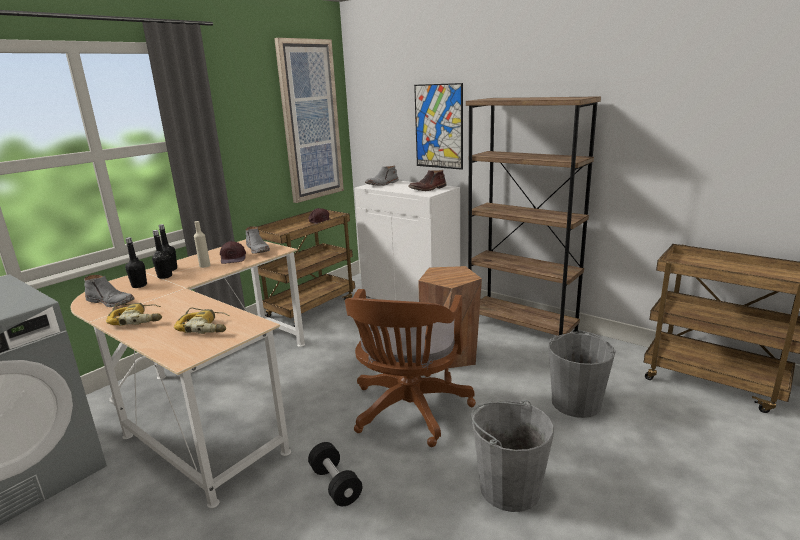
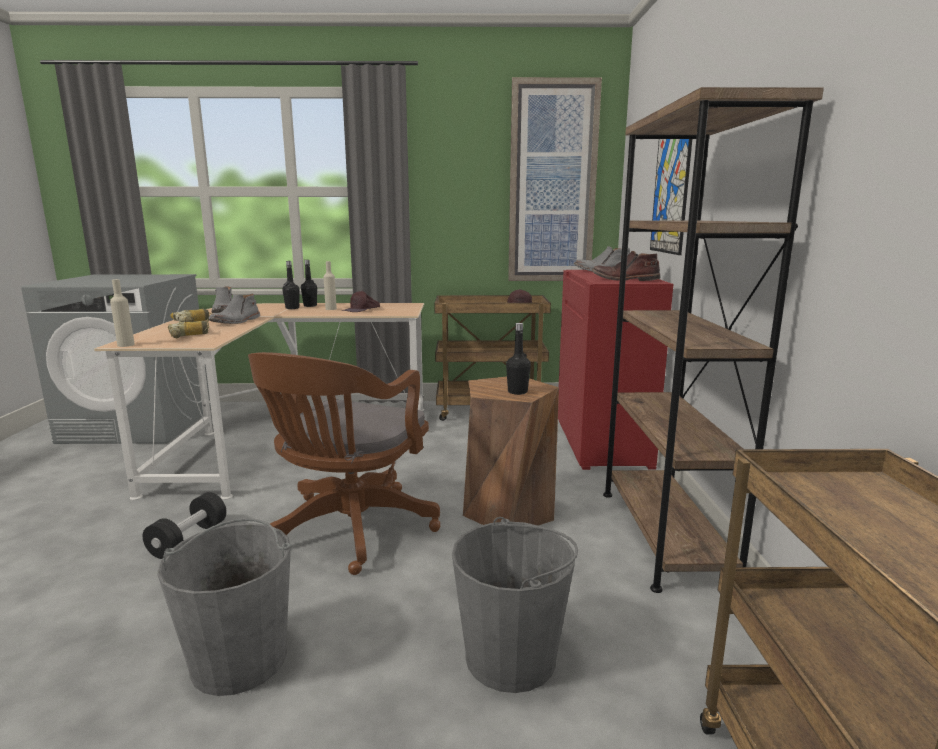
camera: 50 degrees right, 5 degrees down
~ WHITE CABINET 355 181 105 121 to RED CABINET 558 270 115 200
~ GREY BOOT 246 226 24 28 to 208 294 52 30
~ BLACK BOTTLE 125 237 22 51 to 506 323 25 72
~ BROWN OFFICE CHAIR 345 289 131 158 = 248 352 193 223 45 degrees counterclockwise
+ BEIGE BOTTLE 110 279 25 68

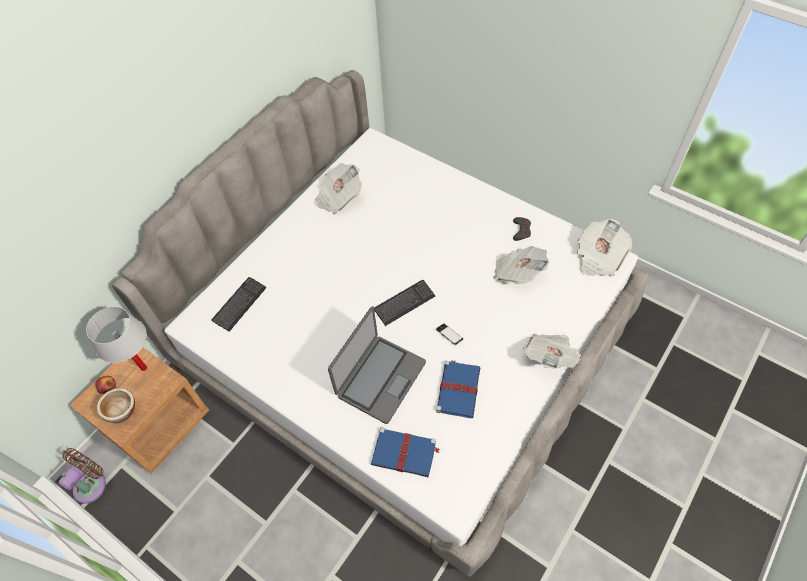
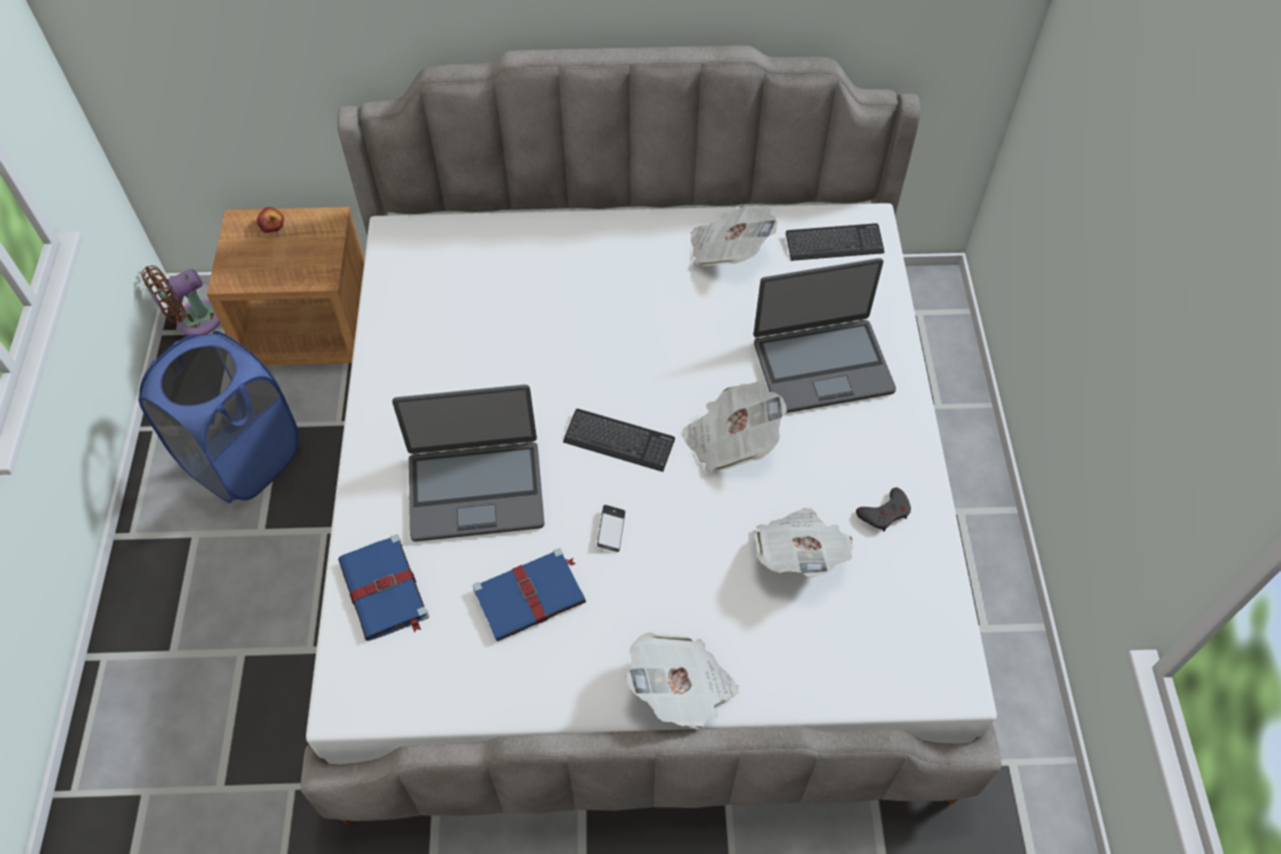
camera: 50 degrees right, 0 degrees up
~ NEWSPAPER 577 219 55 58 to 682 381 105 91
~ KEYBOARD 212 277 55 55 to 786 223 98 38
- WHITE TABLE LAMP 86 306 61 65
- BOWL 97 388 38 35
~ BROWN FAN 59 448 47 56 = 141 266 79 70 150 degrees clockwise
+ LAPTOP 753 258 143 155
+ BLUE LAUNDRY BASKET 138 331 161 172

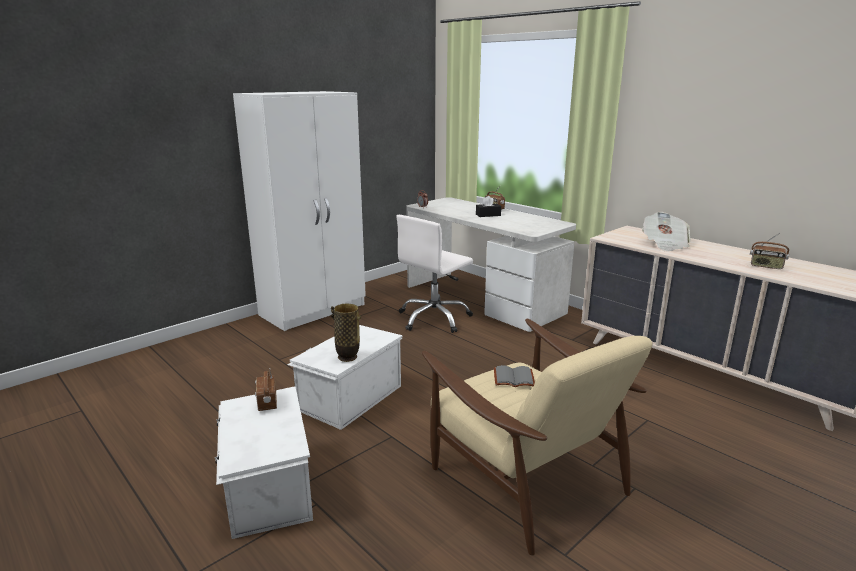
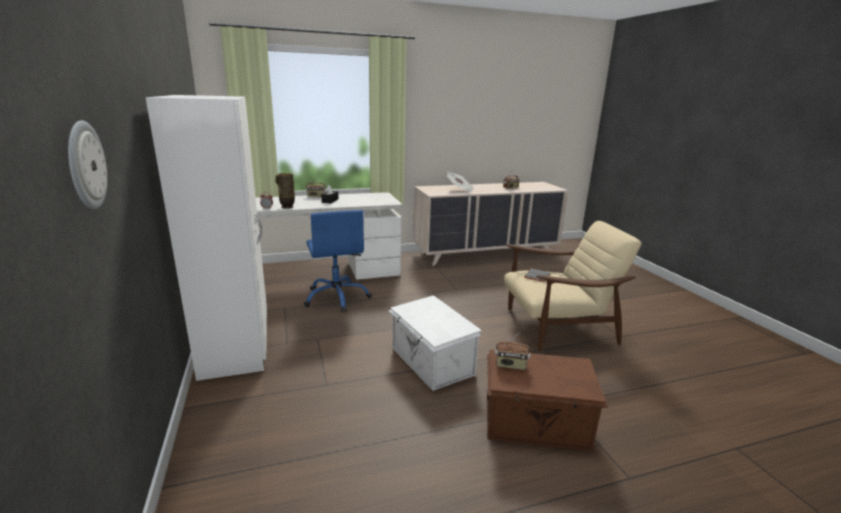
camera: 65 degrees left, 0 degrees up
~ WHITE OFFICE CHAIR 396 215 77 118 to BLUE OFFICE CHAIR 304 210 68 102
~ VASE 331 304 30 58 to 275 173 20 36
~ WHITE STORAGE BOX 215 387 98 152 to BROWN STORAGE BOX 487 350 121 101
+ WALL CLOCK 68 120 39 89

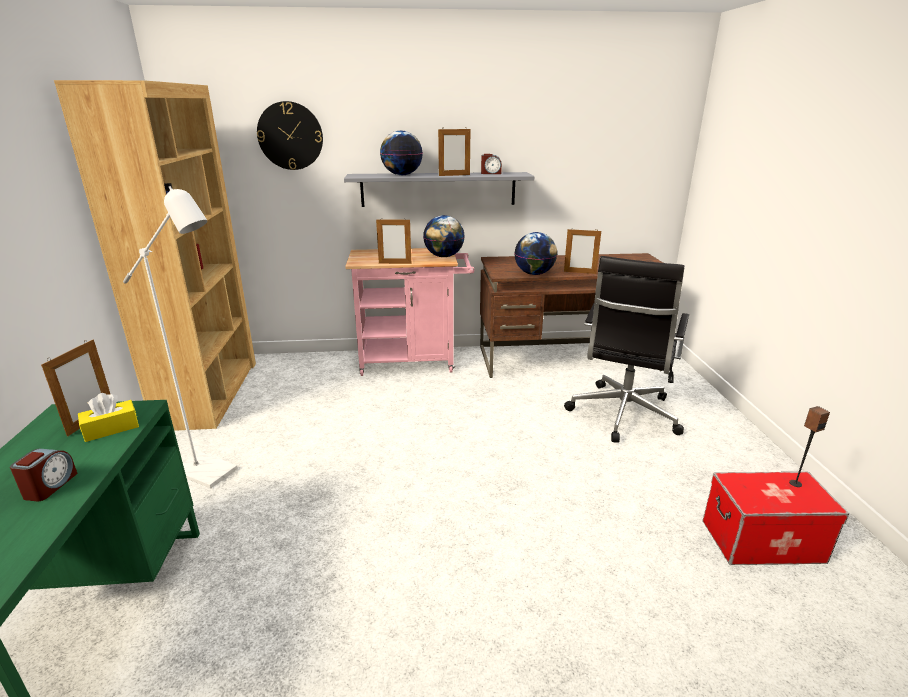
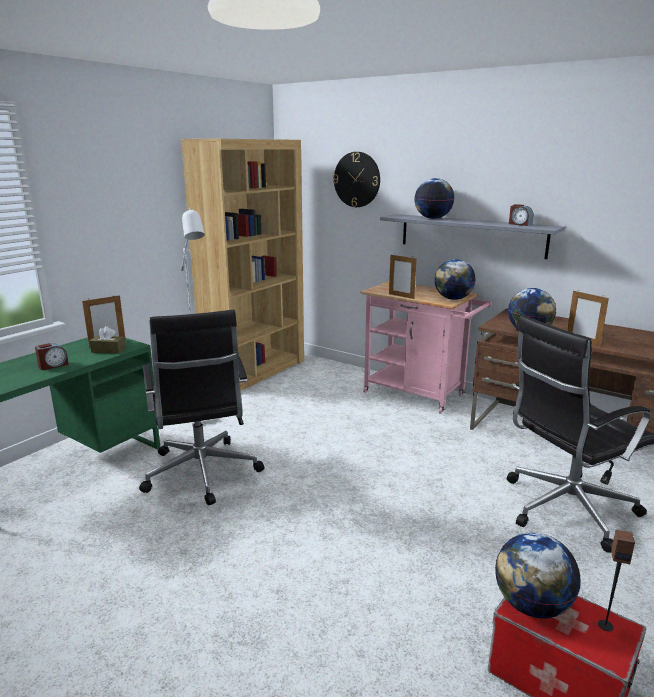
camera: 40 degrees right, 5 degrees down
- PICTURE FRAME 438 127 32 49
~ YELLOW TISSUE BOX 78 393 61 49 to BROWN TISSUE BOX 89 326 37 28
+ BLACK OFFICE CHAIR 139 310 126 195
+ GLOBE 495 532 86 86

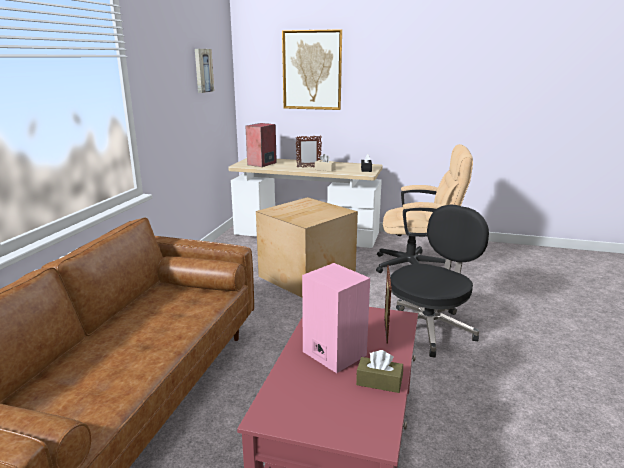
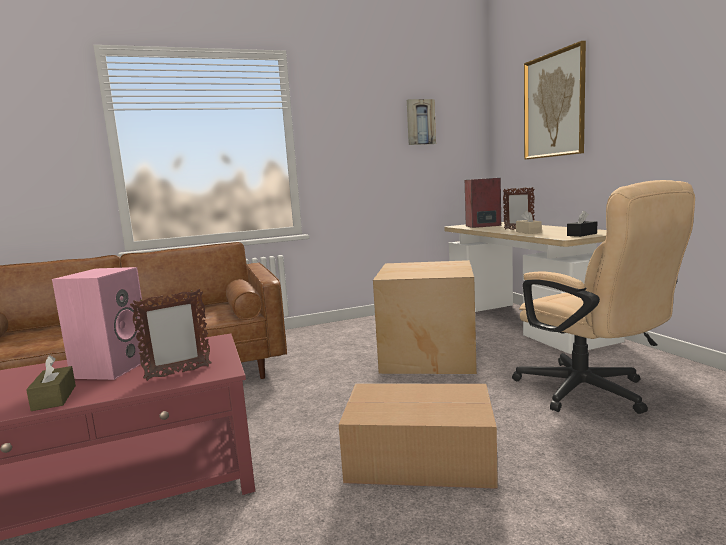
camera: 55 degrees right, 10 degrees down
~ BLACK OFFICE CHAIR 390 204 99 154 to CARDBOARD BOX 339 384 159 105

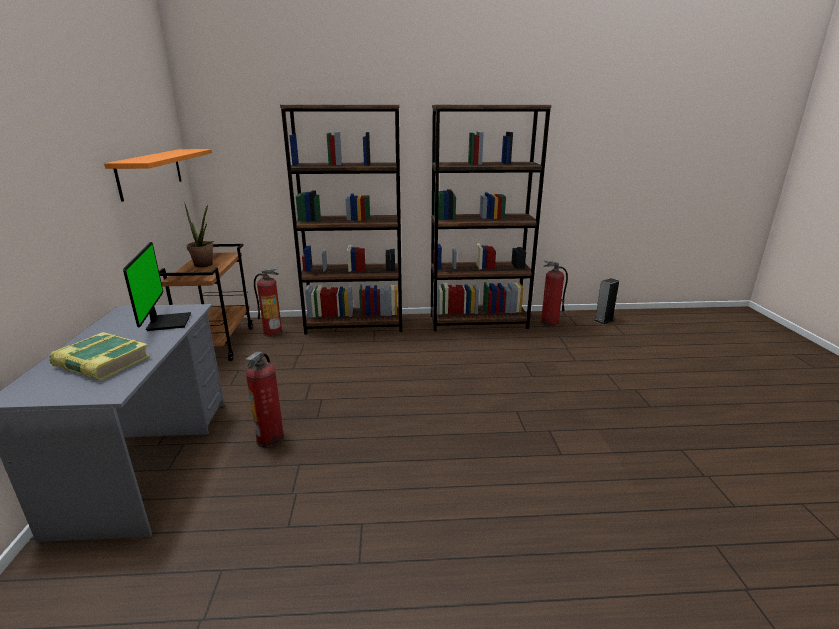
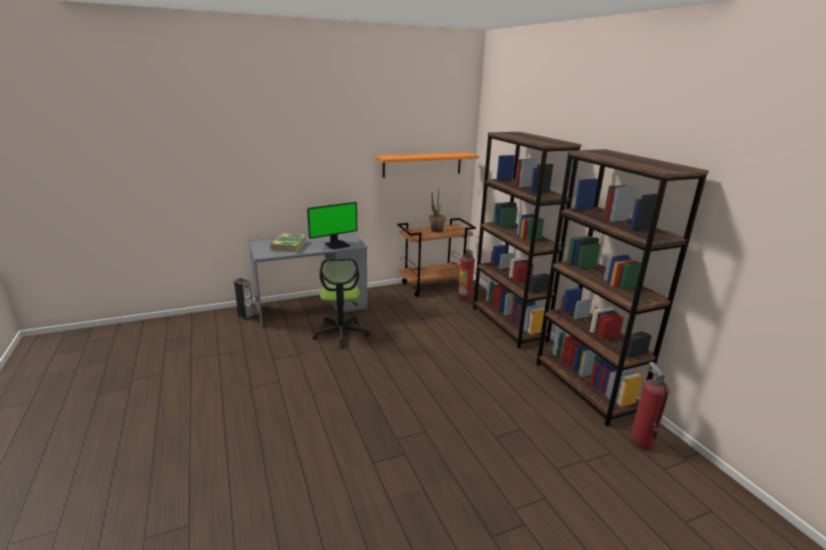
camera: 70 degrees right, 0 degrees up
~ SPEAKER 594 278 25 47 to 234 278 21 42
~ FIRE EXTINGUISHER 245 351 39 97 to OFFICE CHAIR 312 259 59 89

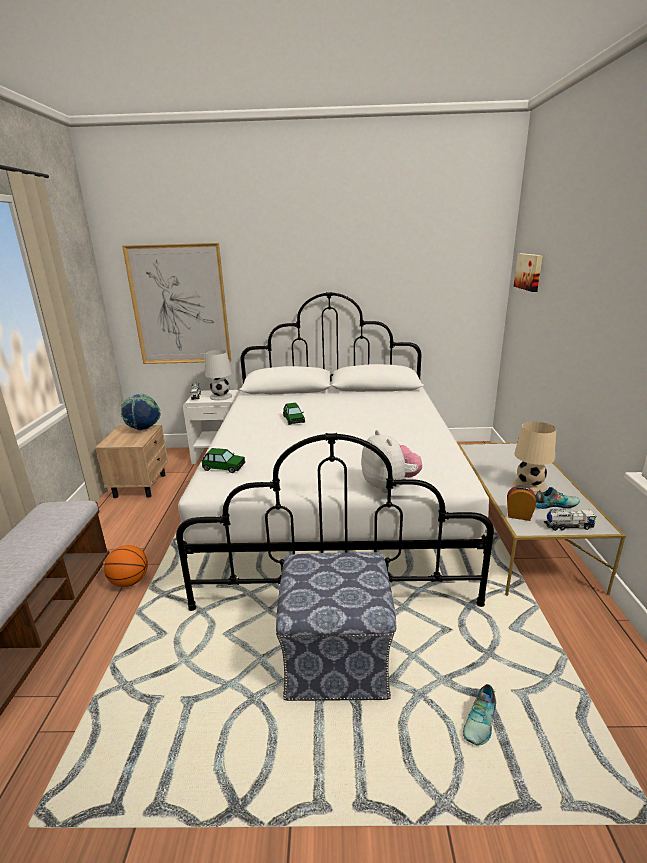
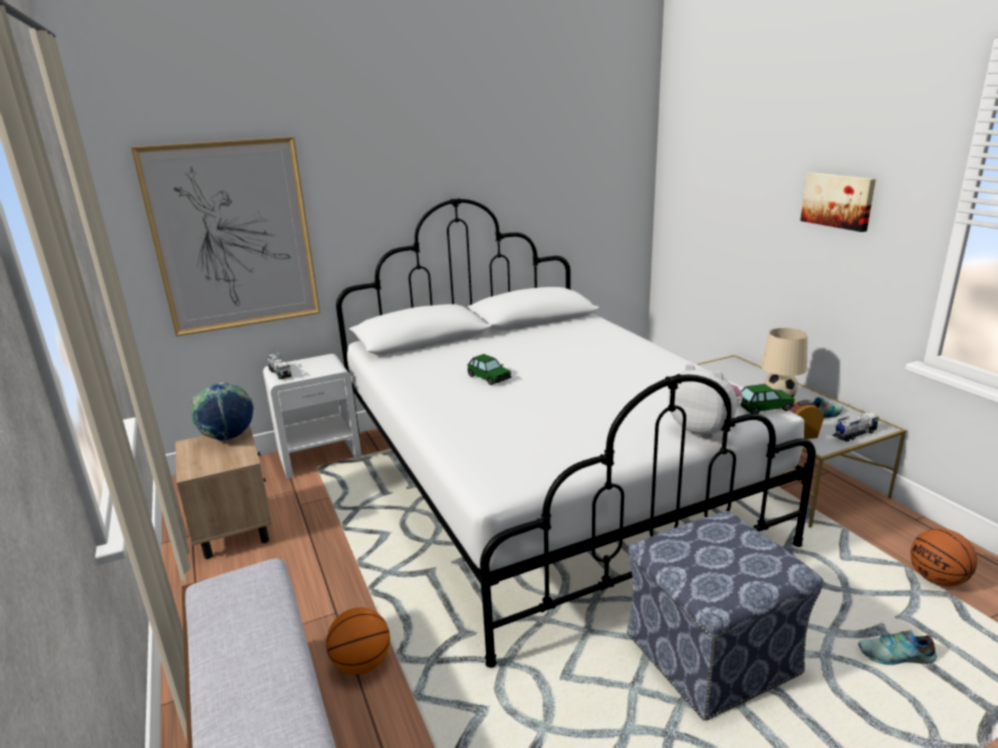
camera: 25 degrees left, 0 degrees up
~ PICTURE 514 253 28 39 to 800 172 76 60
- WHITE TABLE LAMP 205 350 27 50
~ TOY CAR 201 448 44 25 to 741 384 54 30
~ SHOE 463 684 33 61 = 858 629 79 36 90 degrees clockwise
+ BASKETBALL 910 528 67 58

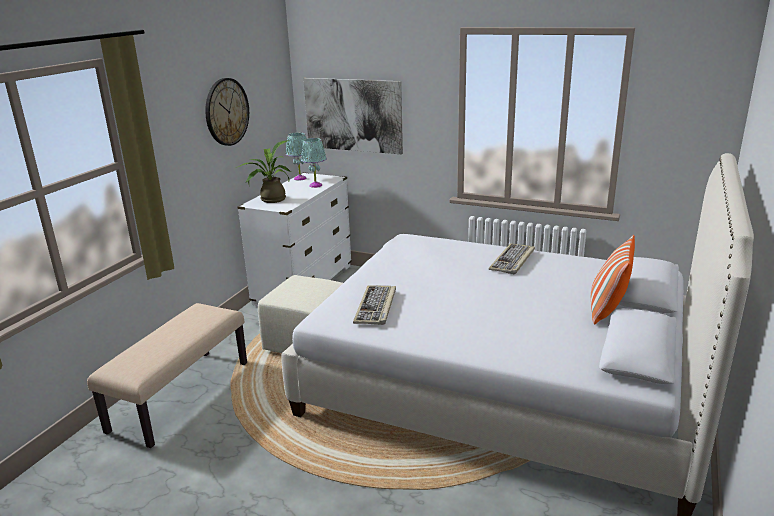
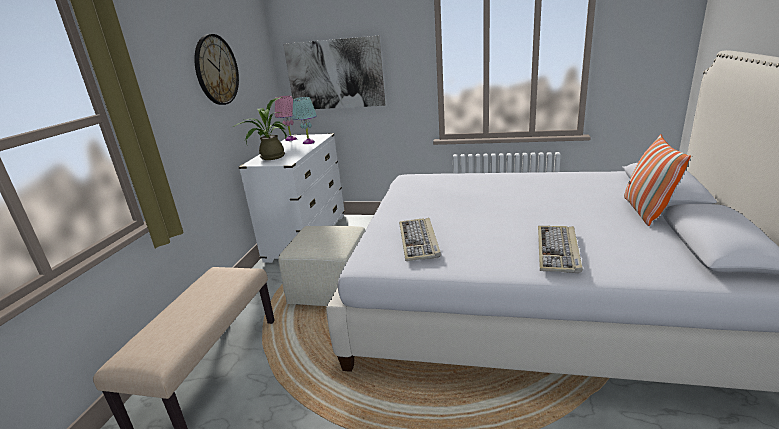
camera: 10 degrees left, 0 degrees up
~ TURQUOISE TABLE LAMP 286 133 21 48 to PINK TABLE LAMP 275 96 22 45
~ KEYBOARD 489 243 46 31 to 538 226 45 47

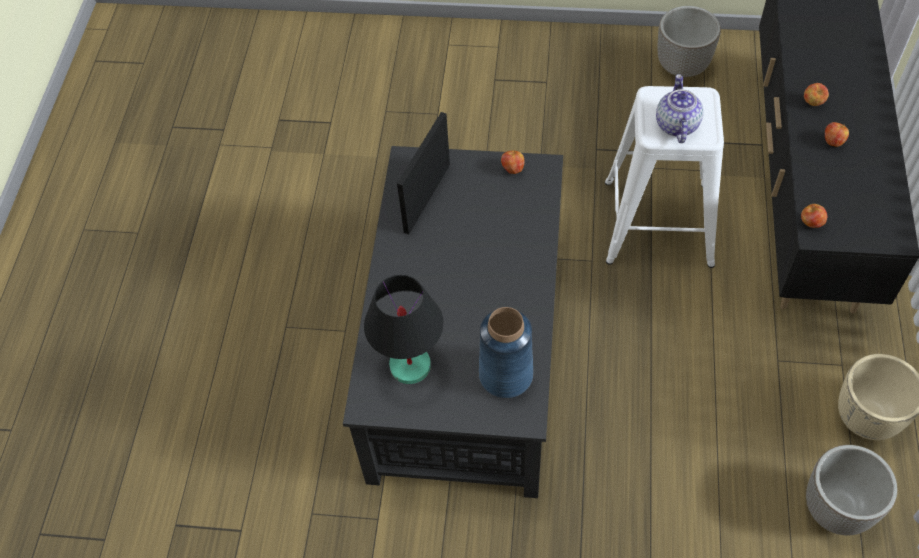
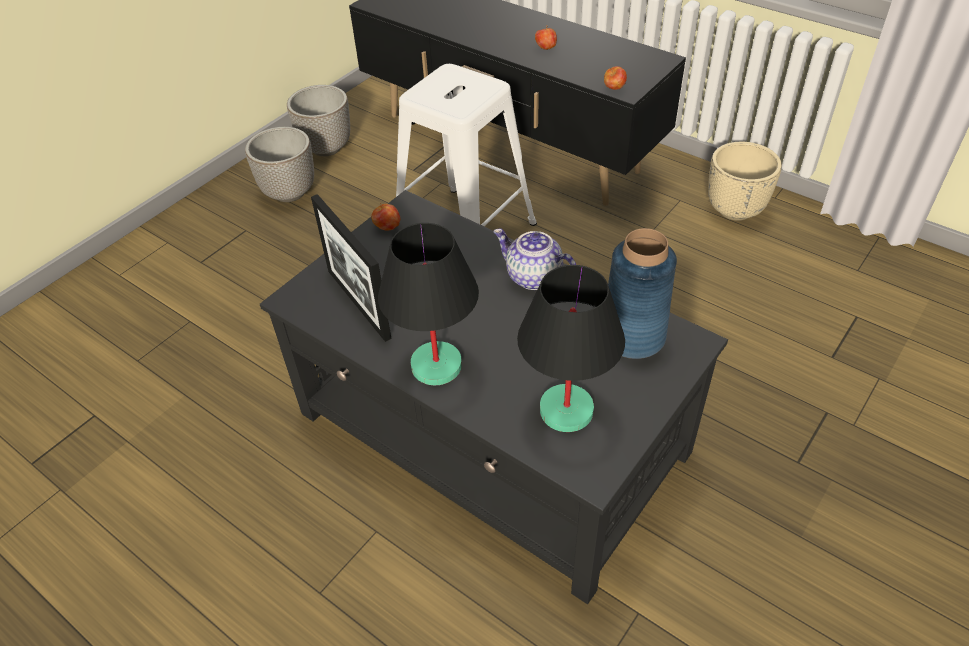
camera: 60 degrees left, 10 degrees down
~ TEAPOT 656 74 47 69 to 493 229 83 61
- APPLE 804 83 25 23
~ PLANTER 806 445 92 90 to 245 127 69 75
+ BLACK TABLE LAMP 378 223 101 162

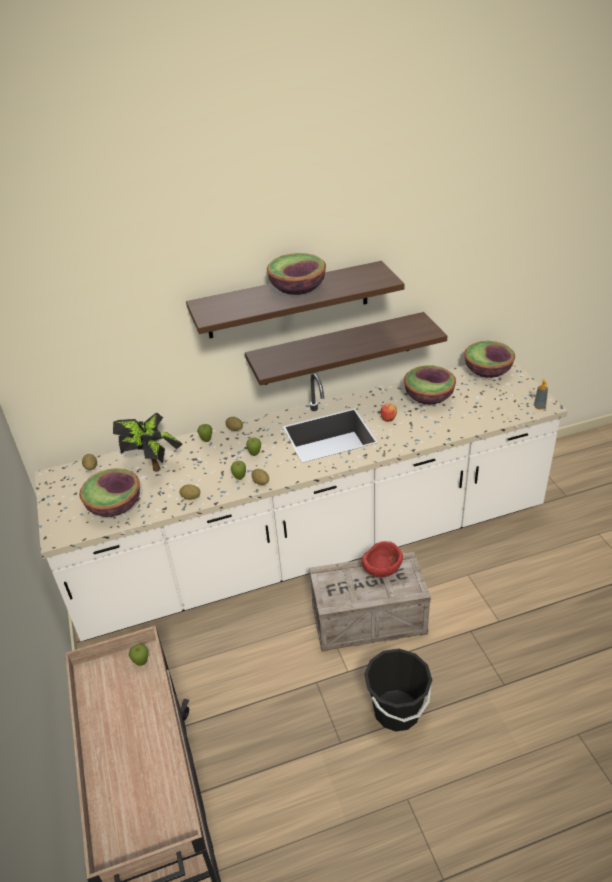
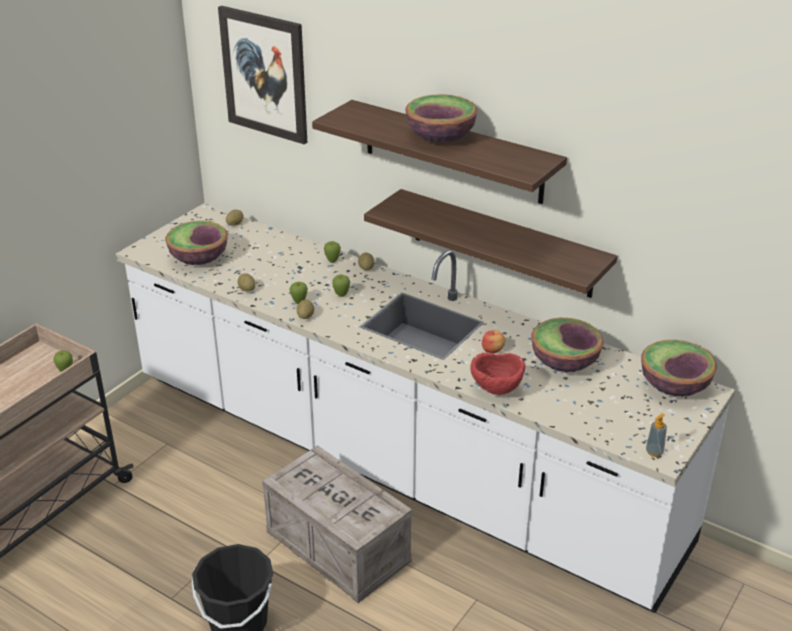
camera: 50 degrees right, 5 degrees down
- POTTED PLANT 113 412 69 60
~ RED BOWL 361 541 42 36 to 470 353 56 42
+ PICTURE 218 6 89 138

